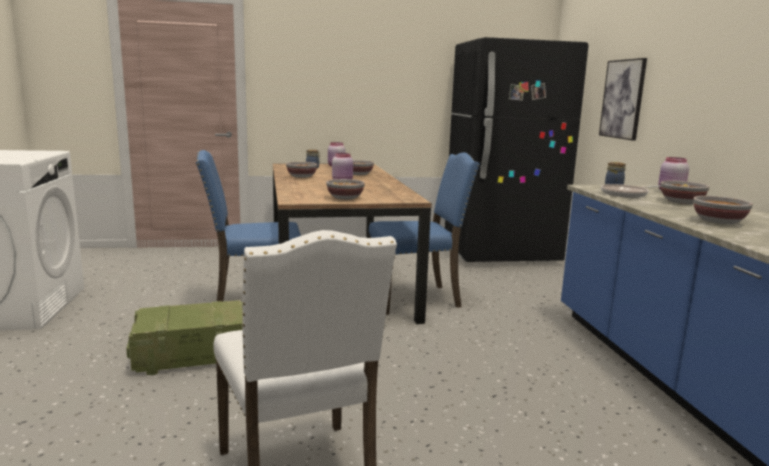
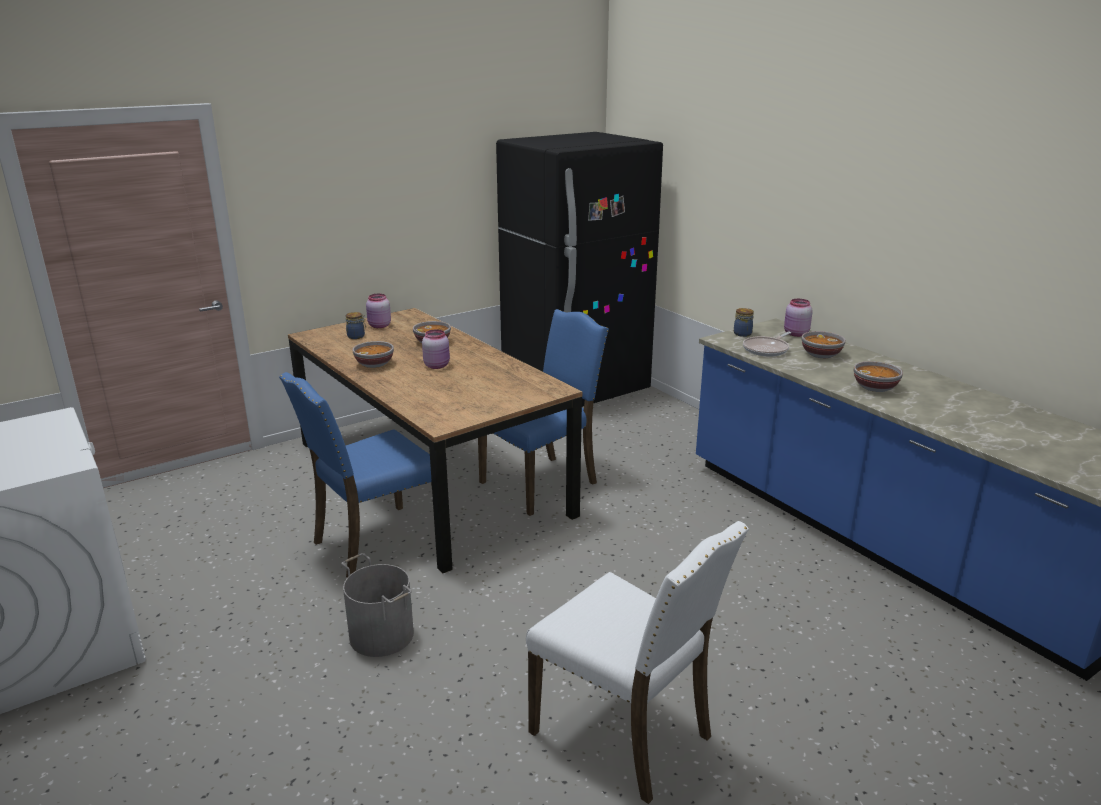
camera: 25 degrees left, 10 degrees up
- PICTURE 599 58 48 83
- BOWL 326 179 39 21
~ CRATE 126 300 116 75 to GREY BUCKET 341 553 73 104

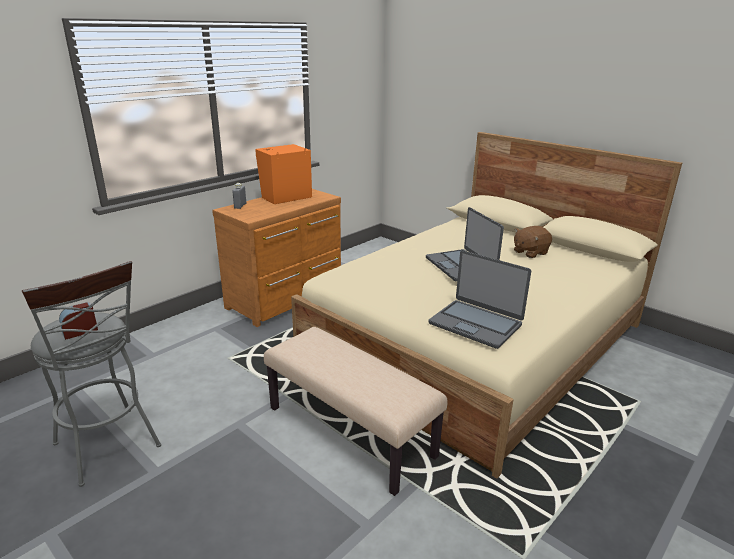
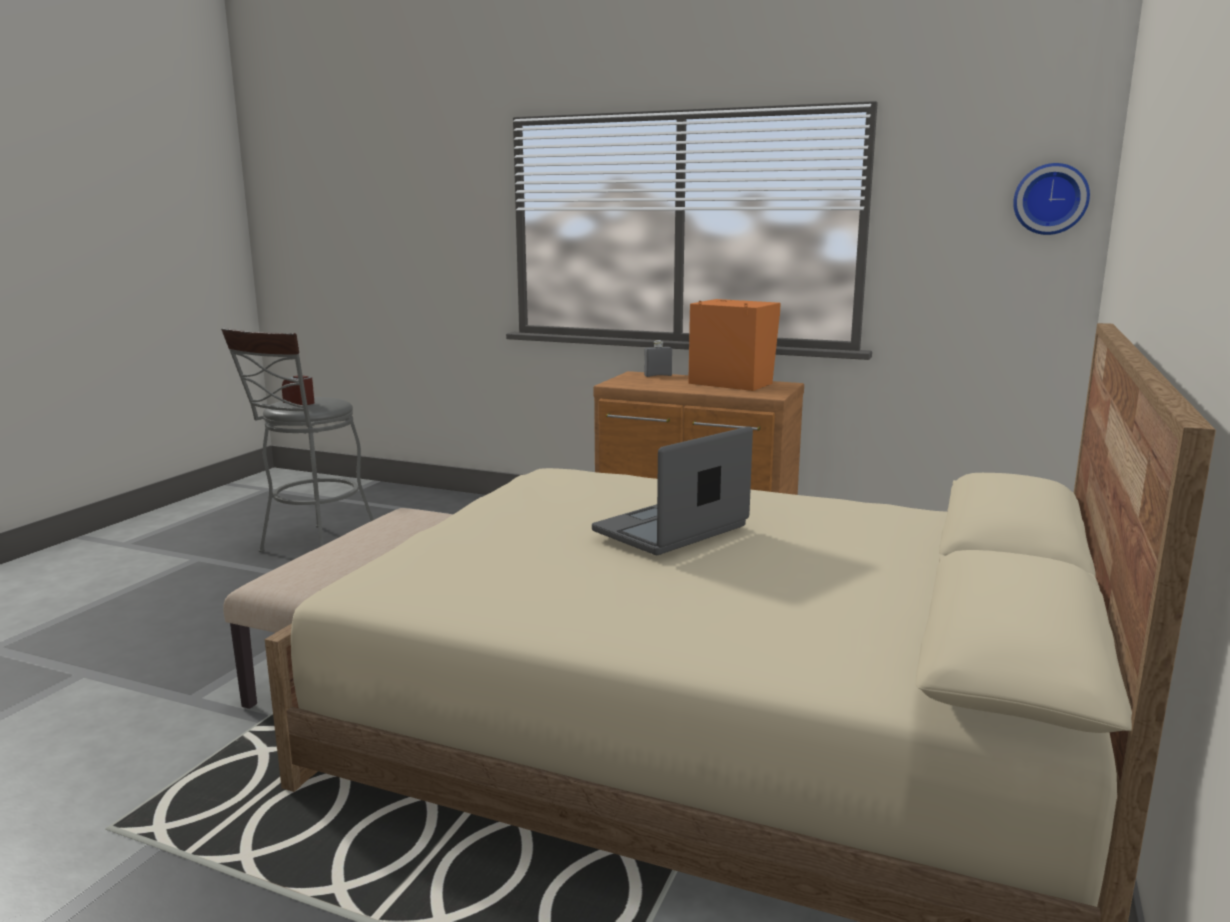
camera: 70 degrees right, 10 degrees down
- BROWN PLUSH TOY 514 226 38 32
- LAPTOP 428 250 103 99
+ WALL CLOCK 1013 163 77 72

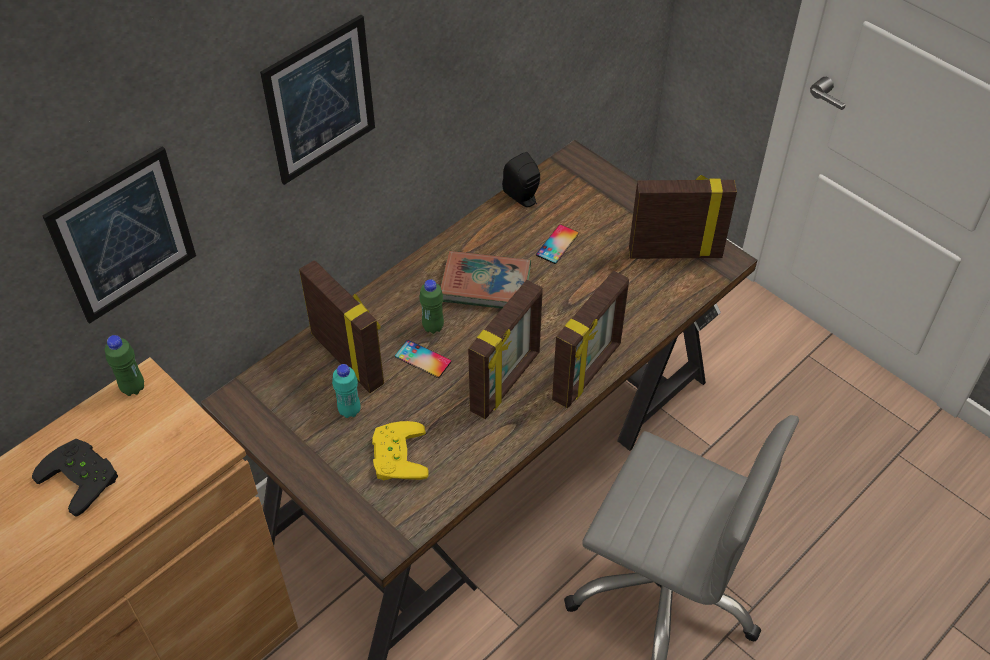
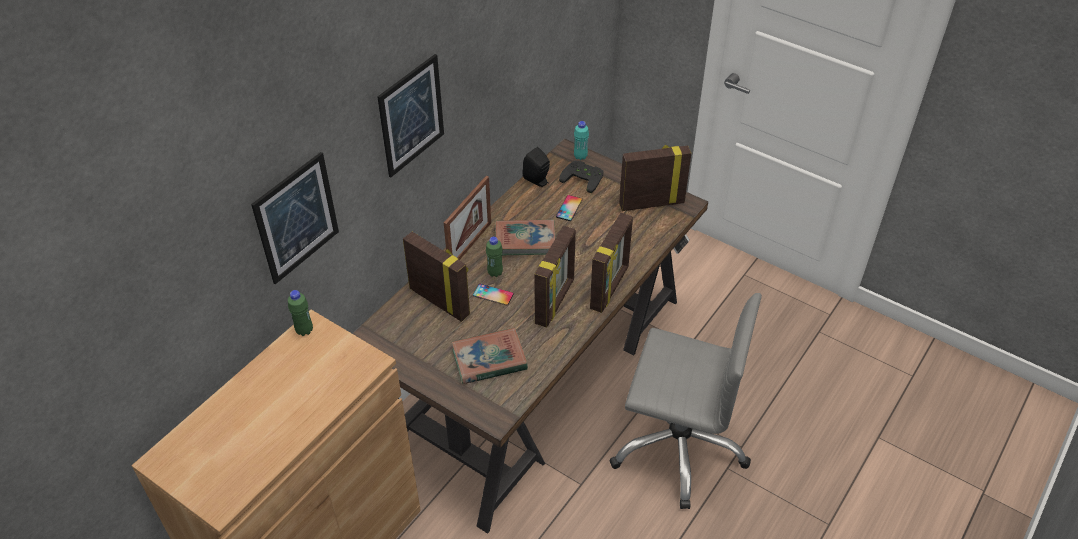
camera: 10 degrees left, 5 degrees down
~ TURQUOISE BOTTLE 332 364 28 54 to 574 121 15 39
~ YELLOW GAME CONTROLLER 372 421 57 60 to BOOK 452 328 76 56
~ BLACK GAME CONTROLLER 32 439 86 78 to 559 161 45 32
+ PICTURE FRAME 444 176 47 84

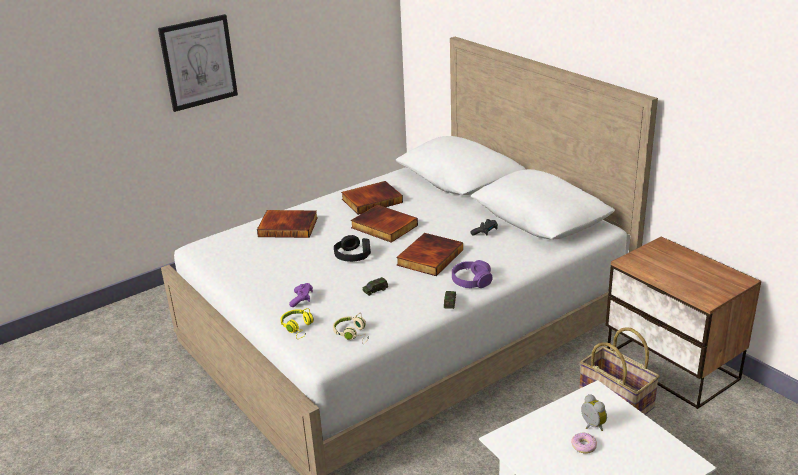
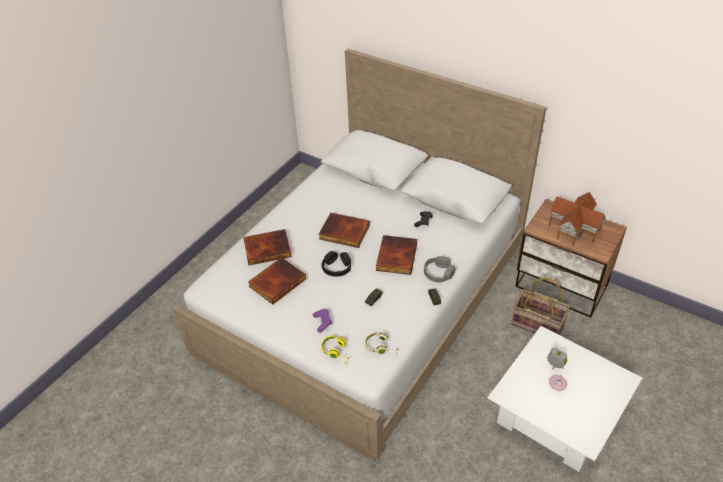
camera: 20 degrees left, 15 degrees up
- PICTURE 158 14 80 98
~ BOOK 341 181 62 34 to 248 257 58 47
~ PURPLE HEADPHONES 452 260 40 28 to GREY HEADPHONES 424 256 32 27
+ TOY HOUSE 549 192 57 54

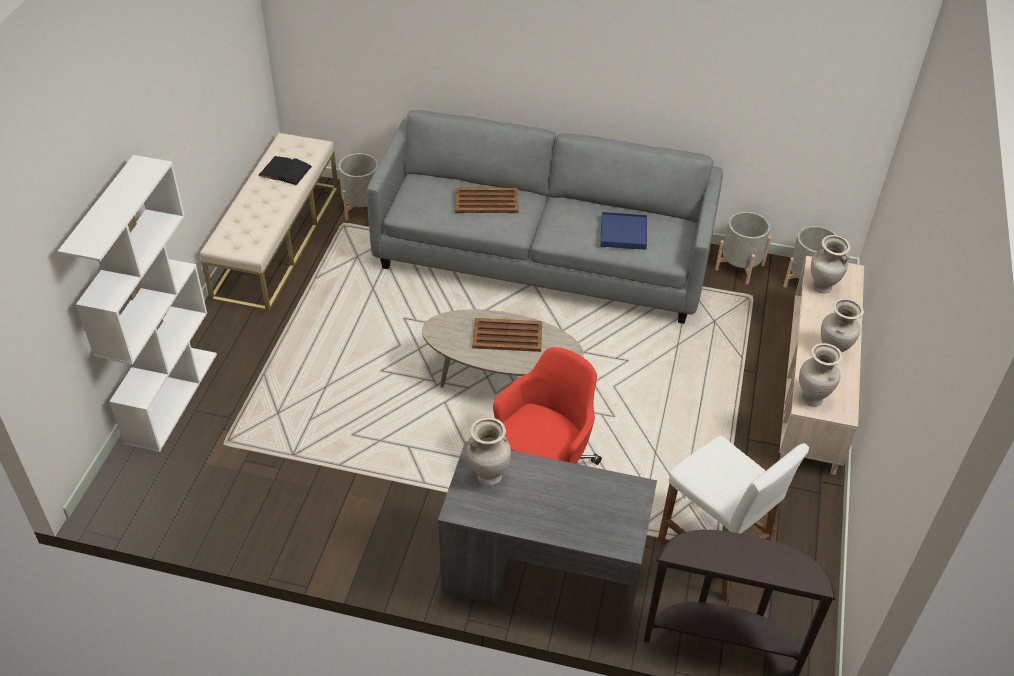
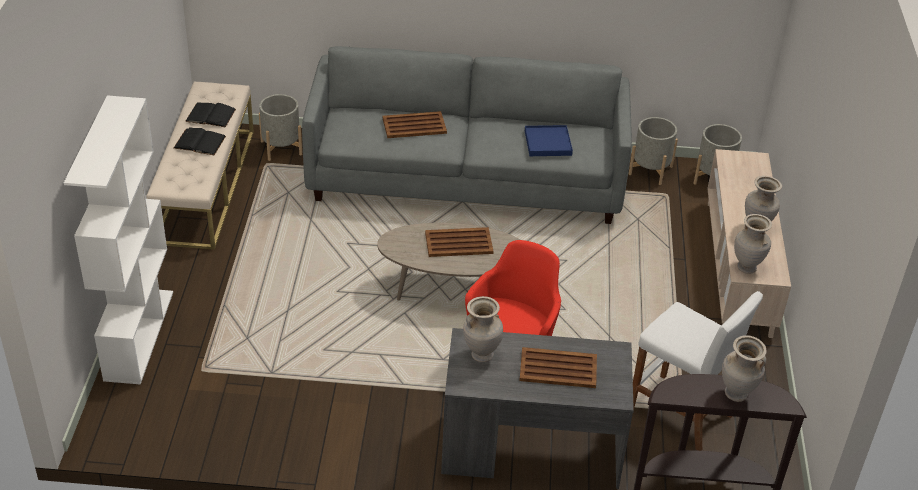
camera: 10 degrees left, 5 degrees down
~ BEIGE VASE 811 235 39 58 to 722 335 45 67
+ BLACK BOOK 174 127 52 28
+ BROWN TRAY 519 347 78 41

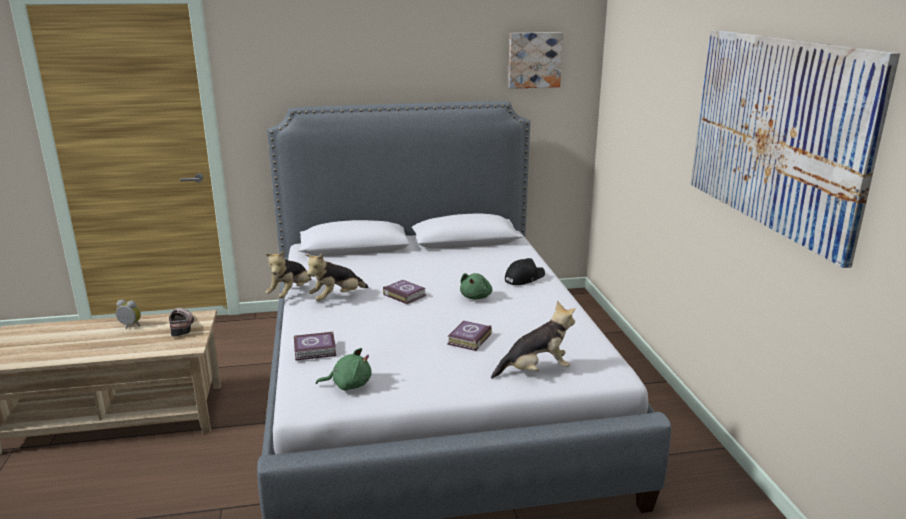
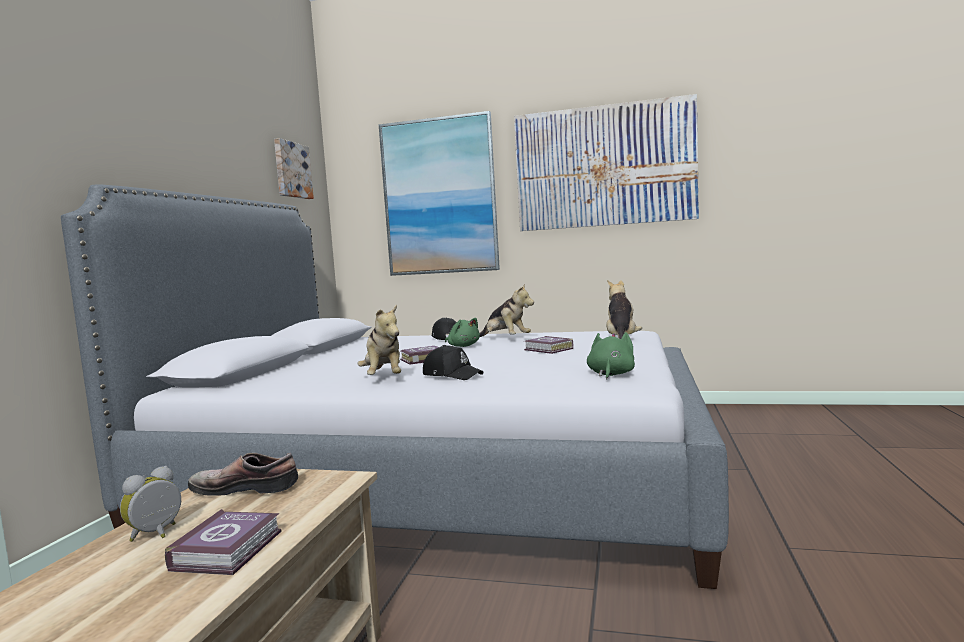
camera: 65 degrees left, 15 degrees down
~ PLUSH TOY 265 250 46 48 to 480 284 54 53
~ BOOK 294 332 42 29 to 165 509 116 66
+ PICTURE 379 111 121 165
+ BLACK CAP 423 345 60 35

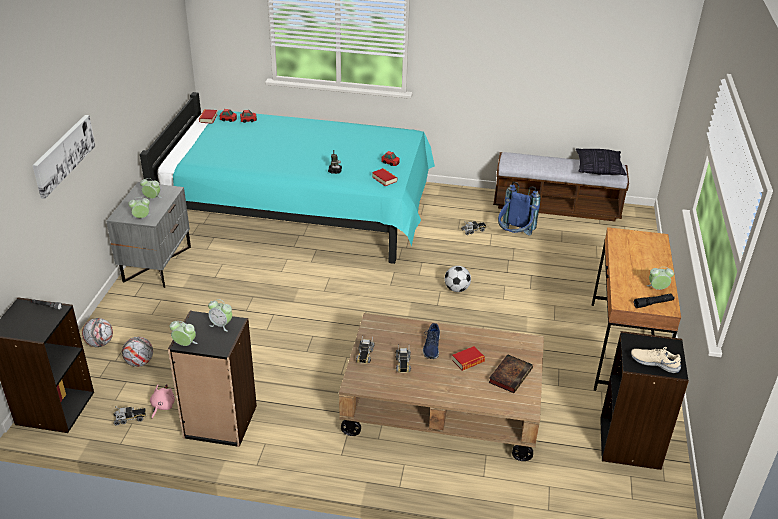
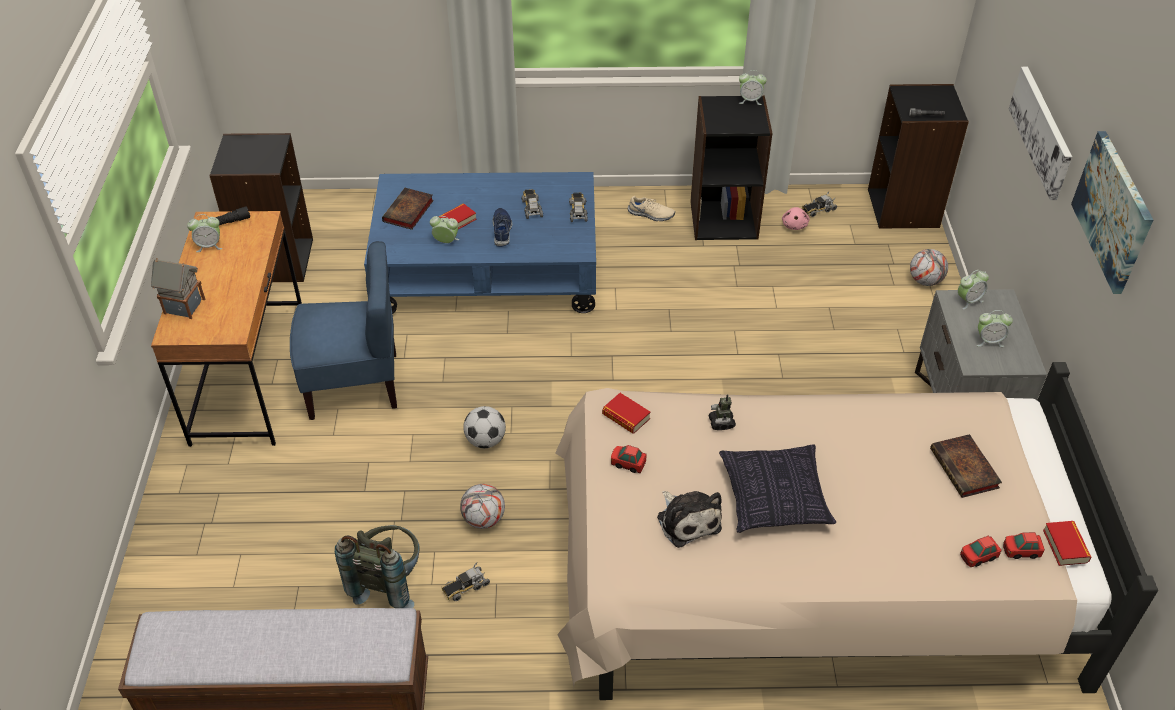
camera: 170 degrees right, 10 degrees up
~ TURQUOISE BED 140 92 295 172 to BEIGE BED 555 362 603 338
~ PILLOW 576 148 51 28 to 719 444 117 89
~ BLUE BACKPACK 498 182 43 53 to GREY BACKPACK 335 525 84 83
~ ALARM CLOCK 208 299 24 33 to 430 216 29 27
~ BROWN COFFEE TABLE 339 313 205 148 to BLUE COFFEE TABLE 364 172 232 142
~ FOOTBALL 122 337 31 30 to 460 484 45 45
~ BEIGE SHOE 631 347 50 26 to 628 196 47 25
+ PICTURE 1071 131 82 163
+ BLUE CHAIR 290 241 107 179
+ TOY HOUSE 151 258 54 61
+ BOOK 930 434 72 64
+ PLUSH TOY 657 491 65 57

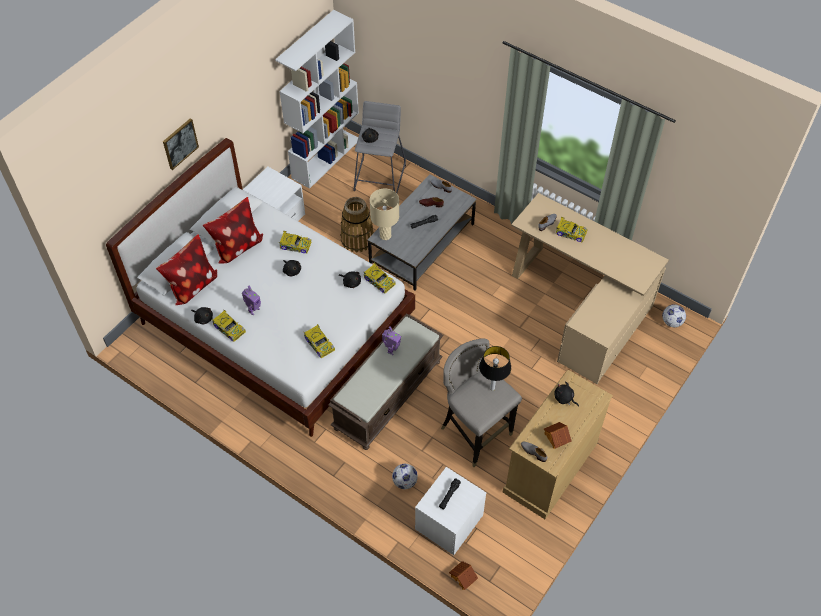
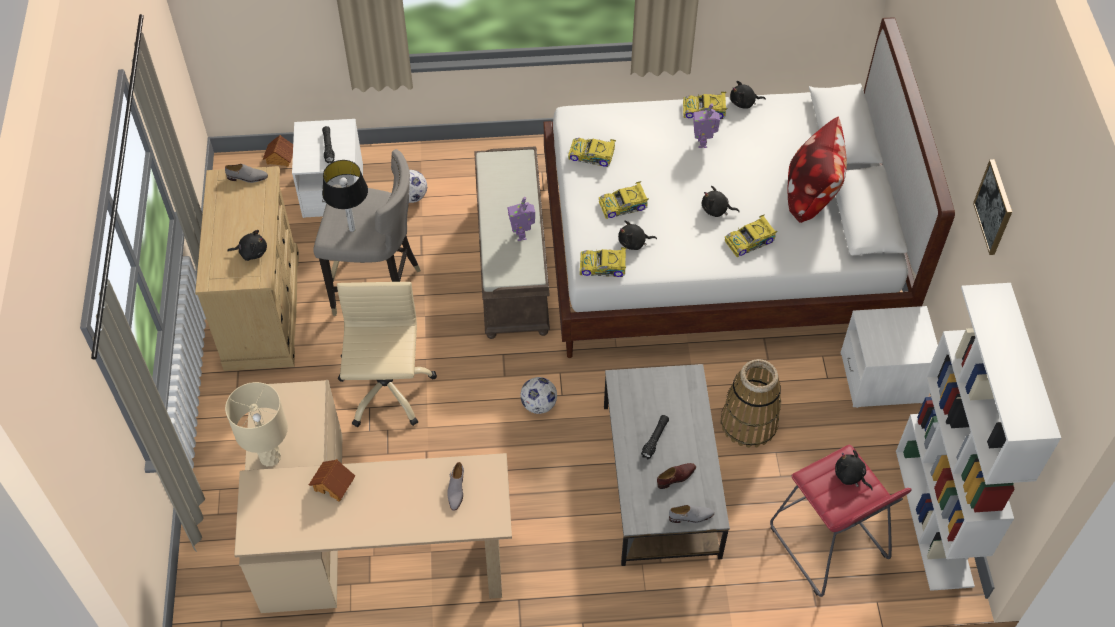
camera: 140 degrees right, 0 degrees up
~ GREY STOOL 354 101 52 92 to RED STOOL 770 445 141 152
~ PICTURE 163 118 36 52 to 973 159 39 96
~ BEIGE TABLE LAMP 370 188 29 52 to 225 382 63 84
~ TOY CAR 556 217 31 25 to 599 181 50 38
- PILLOW 156 234 61 71
~ FOOTBALL 662 304 24 23 to 520 377 37 37
~ TOY HOUSE 544 422 28 27 to 309 459 46 43
+ BEIGE OFFICE CHAIR 337 282 100 145

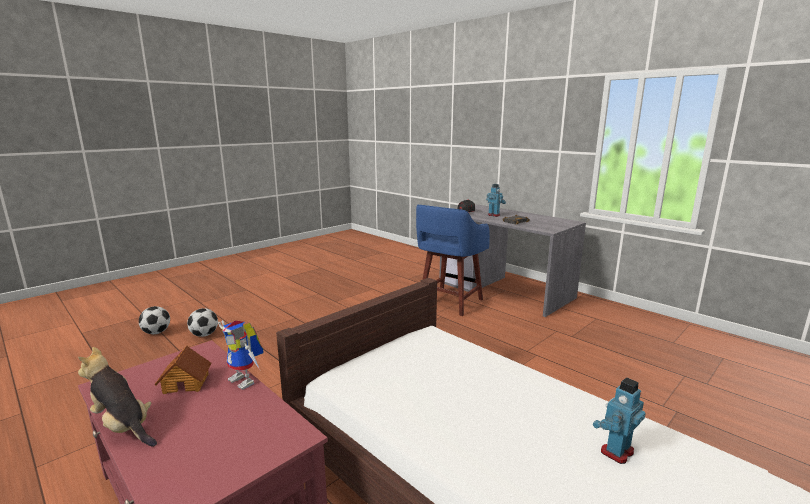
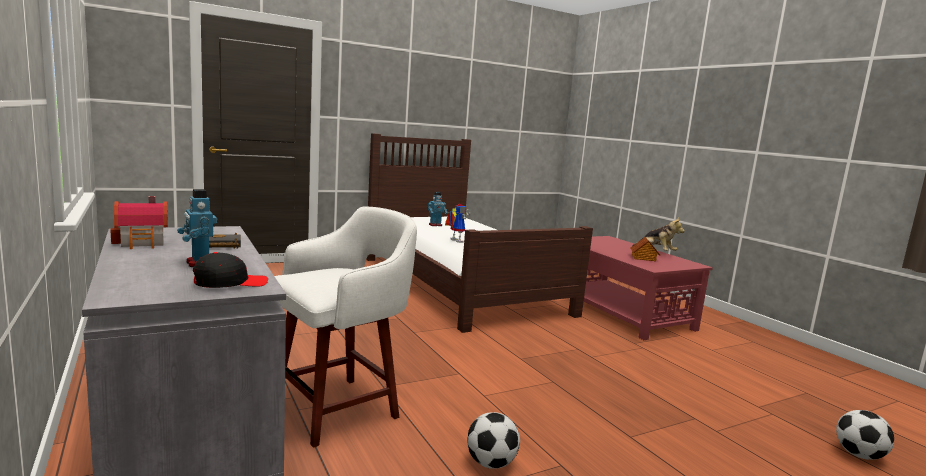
camera: 165 degrees left, 5 degrees down
~ BLUE STOOL 416 205 74 111 to WHITE STOOL 275 207 142 241
~ FOOTBALL 187 308 31 29 to 467 412 53 57
~ TOY ROBOT 218 320 46 70 to 445 204 25 39
+ TOY HOUSE 111 196 57 53

